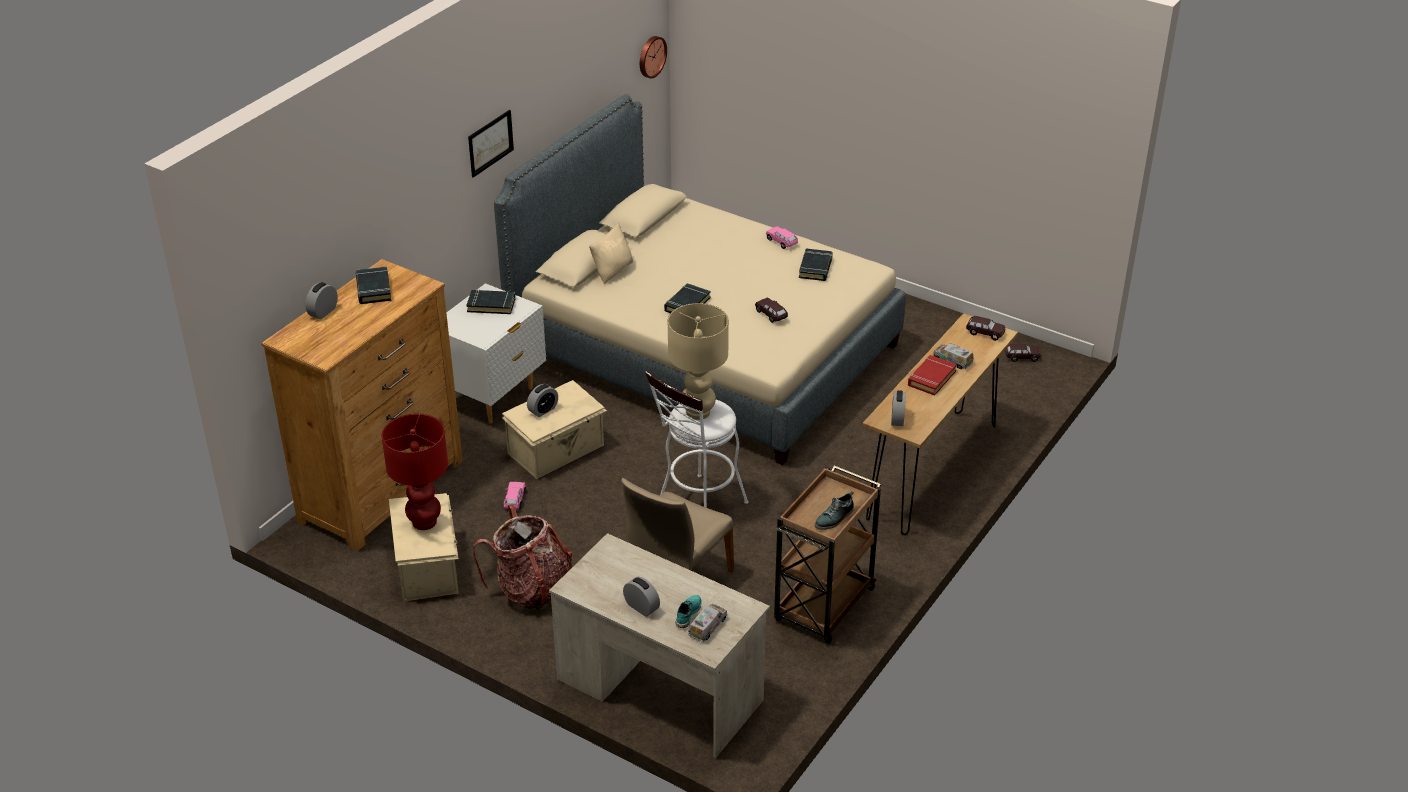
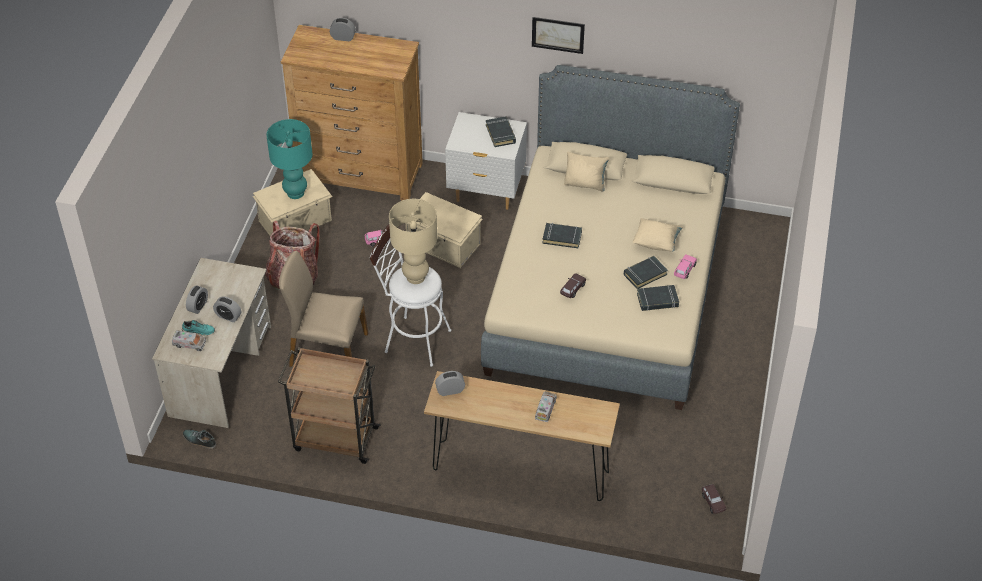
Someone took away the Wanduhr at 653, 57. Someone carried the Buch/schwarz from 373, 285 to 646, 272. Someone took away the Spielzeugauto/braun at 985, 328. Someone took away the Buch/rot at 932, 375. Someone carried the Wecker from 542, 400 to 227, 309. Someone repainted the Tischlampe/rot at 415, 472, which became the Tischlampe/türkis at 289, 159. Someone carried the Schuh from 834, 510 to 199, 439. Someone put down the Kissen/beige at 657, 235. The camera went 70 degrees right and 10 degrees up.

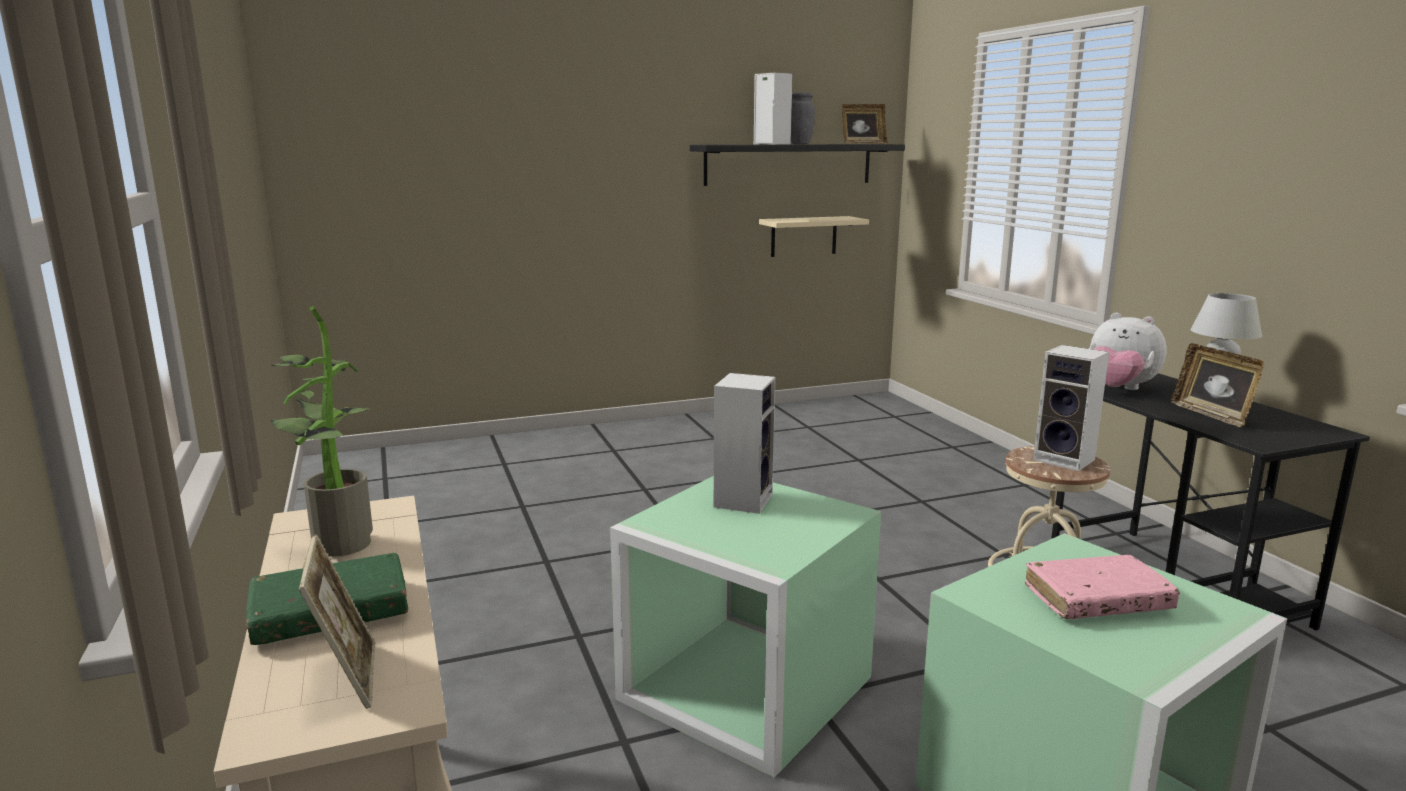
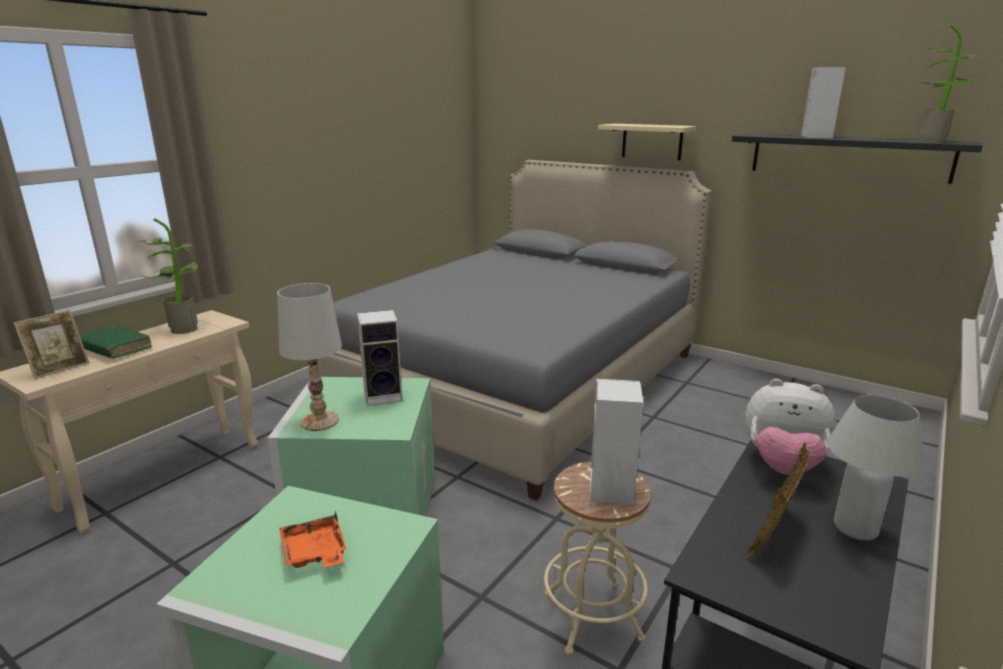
Someone took away the Vase/grau at 803, 118. Someone swapped the Bilderrahmen at 865, 124 for the Topfpflanze at 949, 83. Someone carried the Wandregal/beige from 814, 236 to 647, 142. Someone rotated the Plüschtier at 1128, 351 by 75 degrees counterclockwise. Someone swapped the Buch/rosa at 1102, 587 for the Tablett/orange at 312, 539. Someone put down the Bett/grau at 514, 330. Someone put down the Tischlampe/weiß at 309, 357. The camera went 55 degrees right and 5 degrees up.

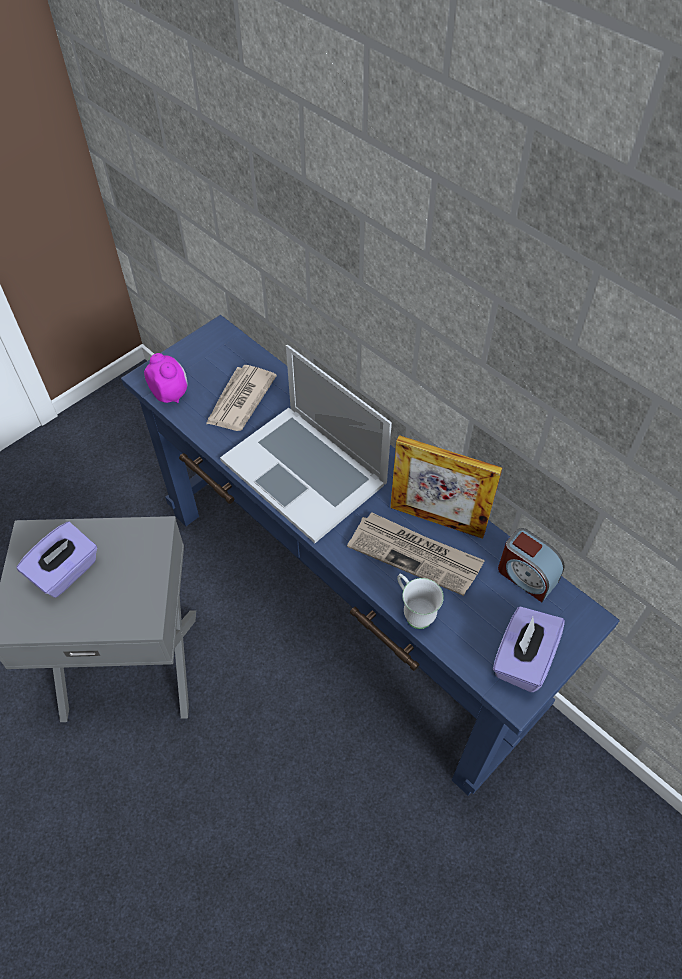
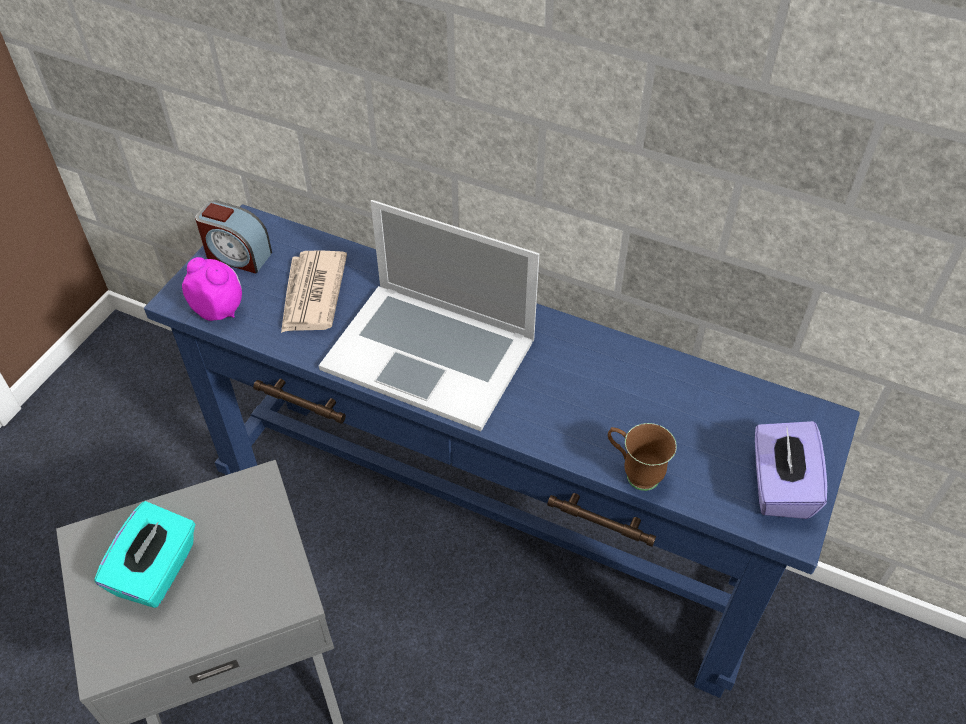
Someone took away the Bilderrahmen at 446, 487. Someone took away the Zeitung at 416, 554. Someone repainted the Taschentuchbox/lila at 57, 560, which became the Taschentuchbox/türkis at 144, 554. Someone carried the Wecker from 531, 565 to 233, 237. Someone repainted the Henkelbecher/weiß at 420, 601, which became the Henkelbecher/braun at 642, 457. The camera went 20 degrees left and 5 degrees down.

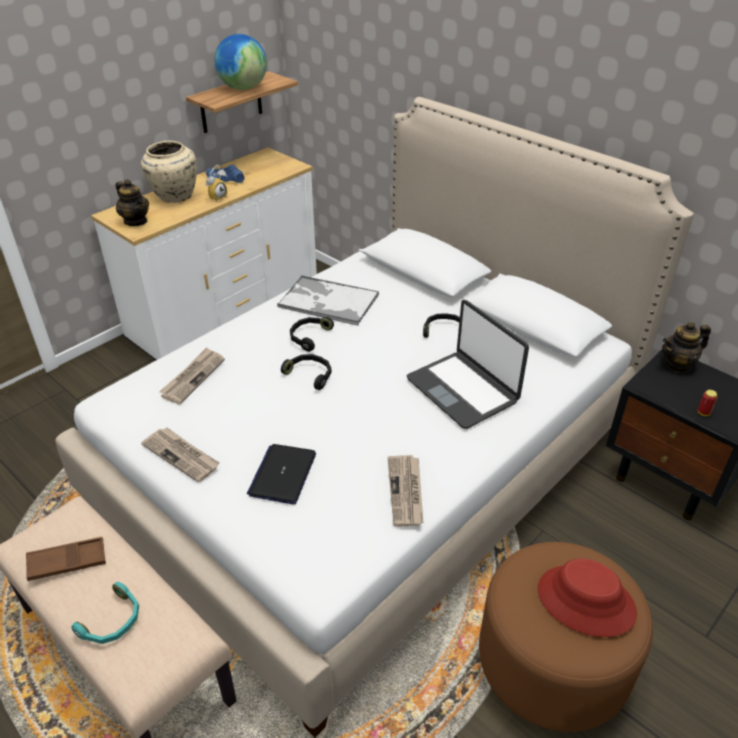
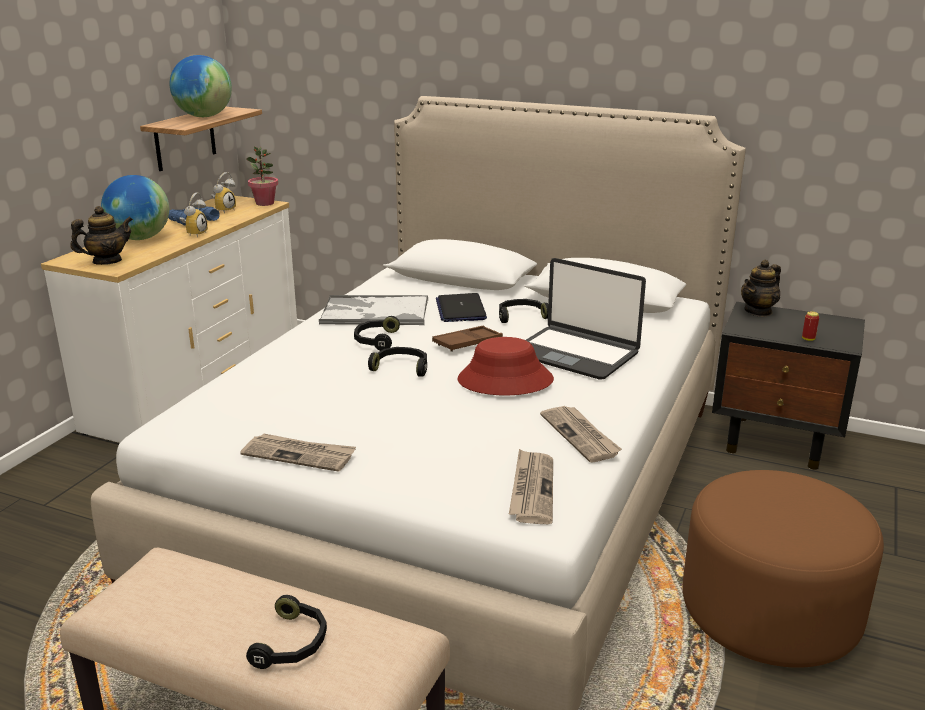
Someone swapped the Vase/beige at 169, 172 for the Globus at 135, 207. Someone rotated the Teekanne at 132, 202 by 60 degrees counterclockwise. Someone carried the Zeitung from 192, 375 to 531, 486. Someone carried the Laptop from 281, 474 to 461, 307. Someone carried the Tablett/braun from 66, 559 to 467, 339. Someone carried the Hut/rot from 587, 598 to 505, 366. Someone repainted the Kopfhörer/türkis at 105, 613, which became the Kopfhörer/schwarz at 286, 632. Someone put down the Topfpflanze at 262, 176. Someone put down the Wecker at 223, 192. The camera went 20 degrees left and 15 degrees down.

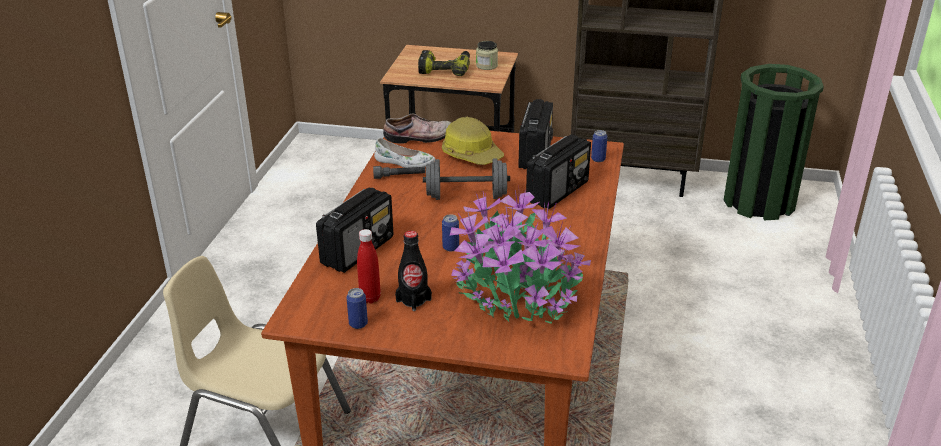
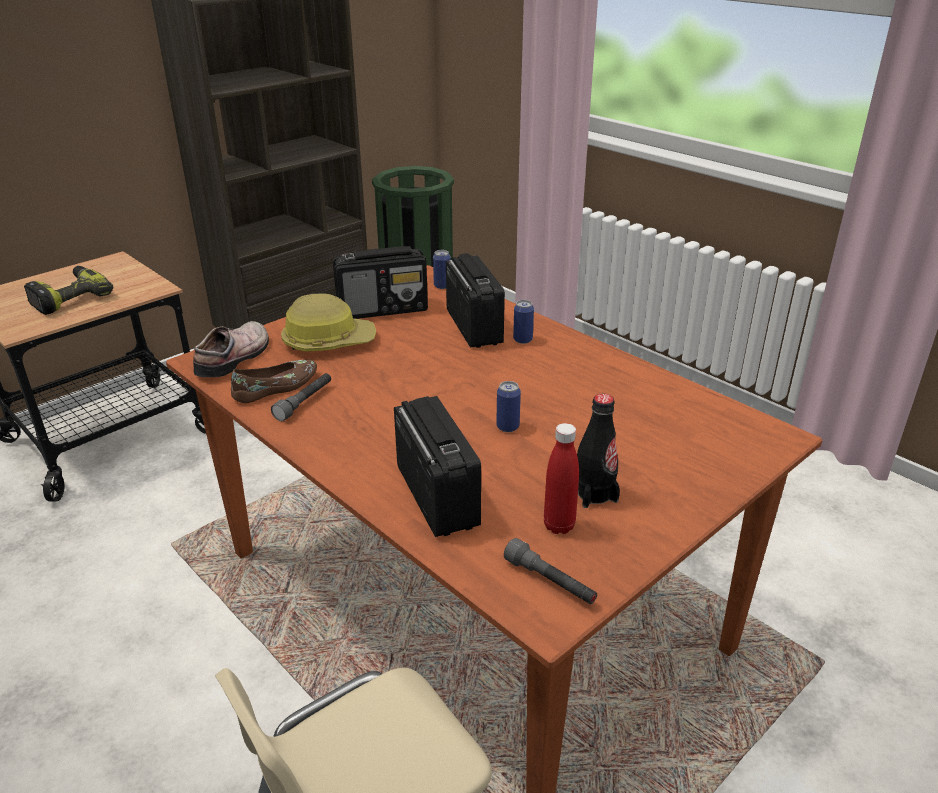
Someone took away the Vorratsglas at 487, 55. Someone rotated the Radio at 535, 134 by 120 degrees clockwise. Someone repainted the Schuh/weiß at 404, 153, which became the Schuh/braun at 274, 381. Someone took away the Hantel/grau at 466, 179. Someone took away the Topfpflanze at 520, 256. Someone carried the Dose from 357, 308 to 523, 322. Someone put down the Taschenlampe/grau at 550, 571. The camera went 55 degrees left and 0 degrees up.

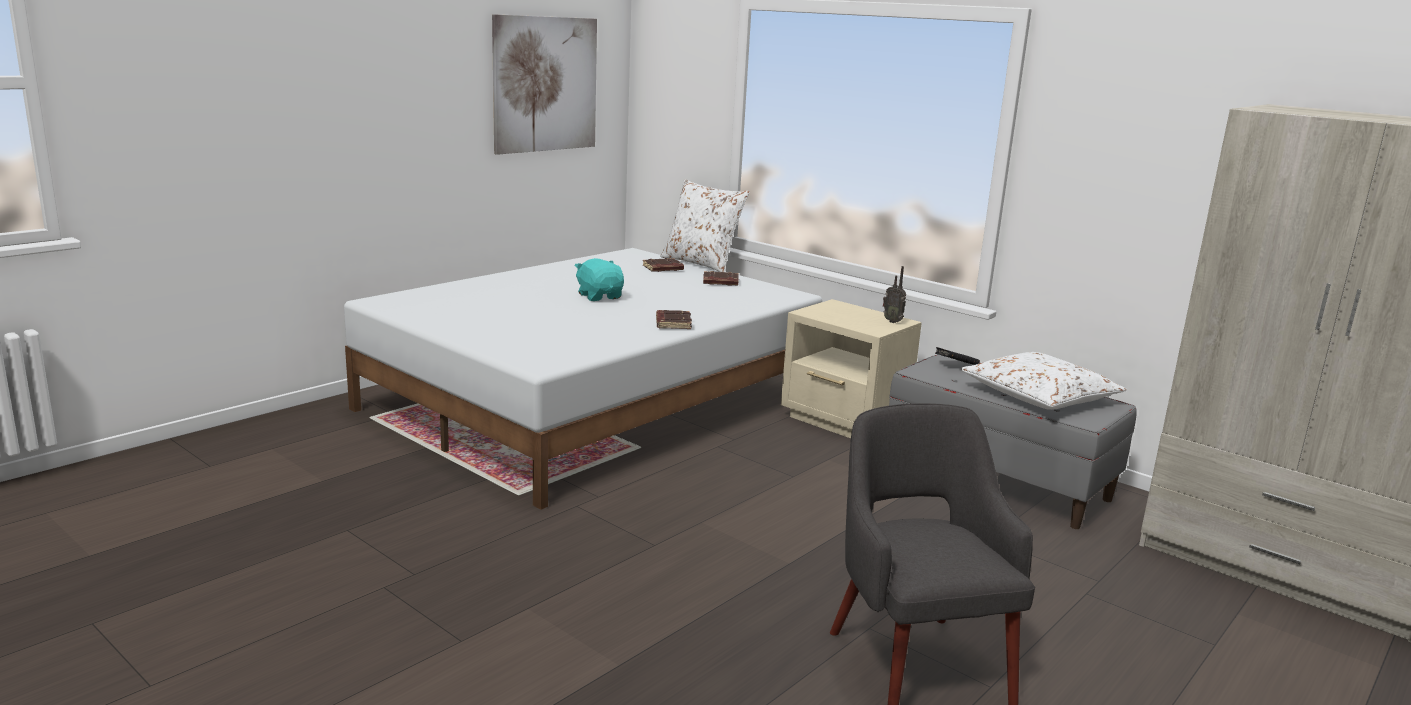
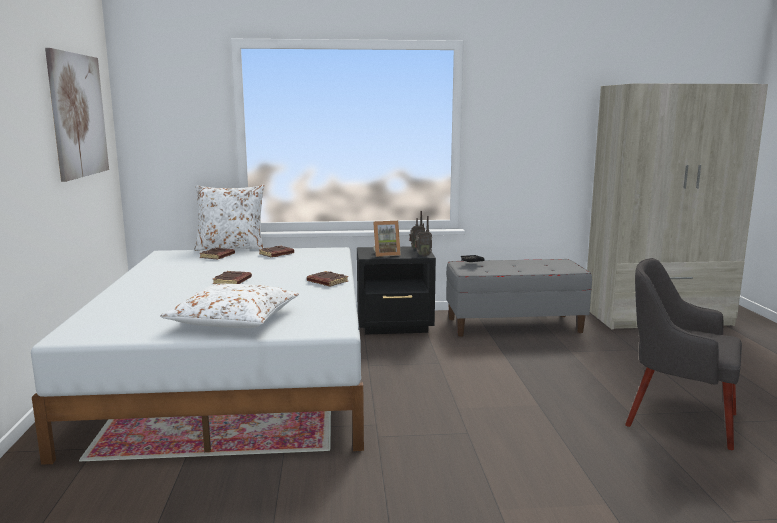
Someone swapped the Plüschtier/türkis at 599, 279 for the Buch/braun at 232, 277. Someone repainted the Nachttisch/beige at 851, 368, which became the Nachttisch/schwarz at 396, 290. Someone carried the Kissen/weiß from 1043, 381 to 229, 306. Someone put down the Radio at 423, 236. Someone put down the Bilderrahmen at 387, 239. The camera went 45 degrees left and 5 degrees down.

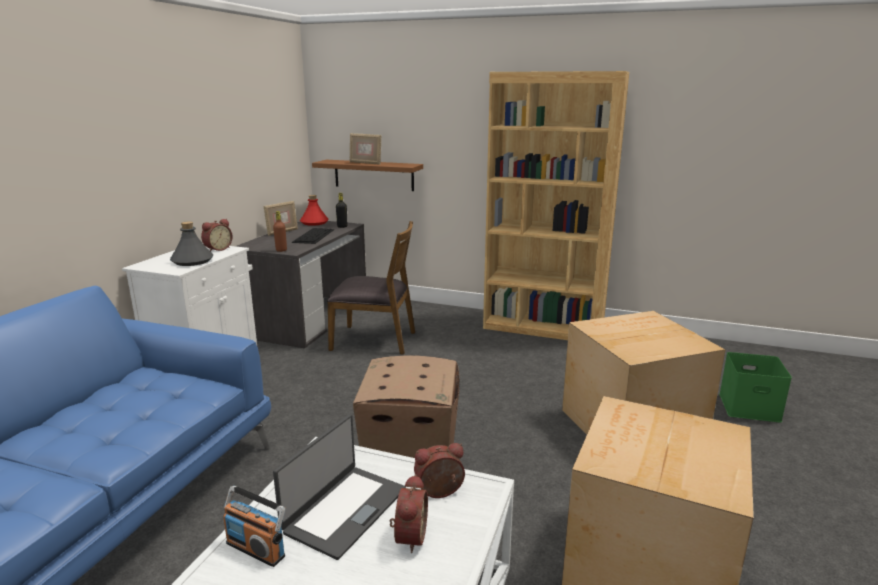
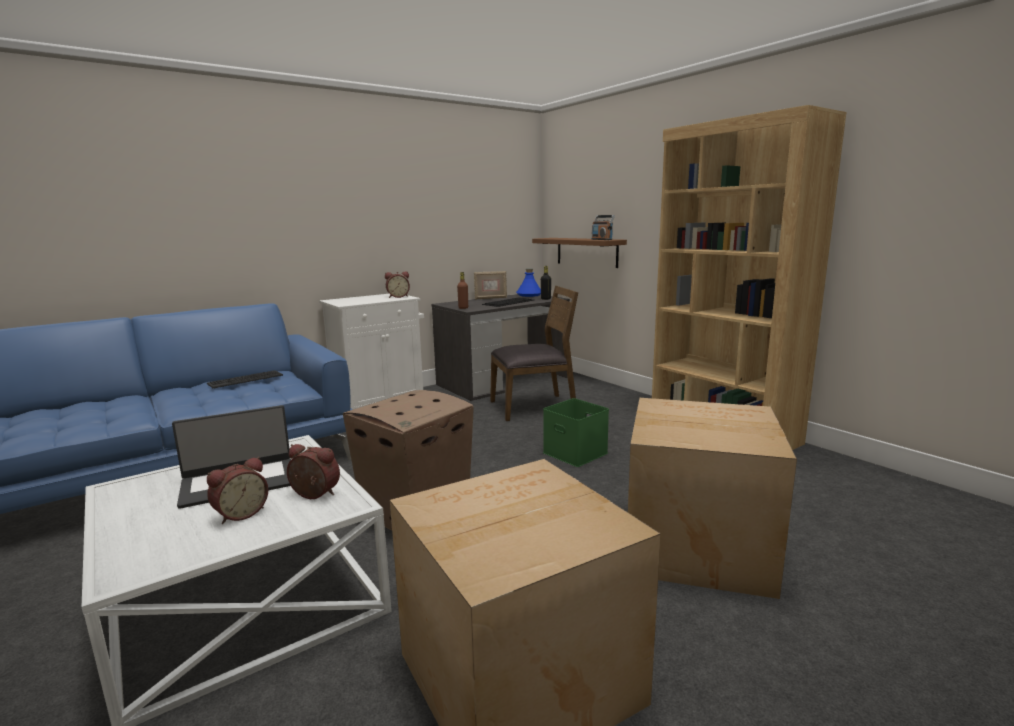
Someone took away the Bilderrahmen at 365, 149. Someone repainted the Flasche/rot at 314, 210, which became the Flasche/blau at 528, 283. Someone took away the Flasche/grau at 191, 243. Someone rotated the Stuhl/braun at 371, 288 by 60 degrees counterclockwise. Someone carried the Aufbewahrungsbox/grün from 755, 387 to 576, 432. Someone carried the Radio from 254, 526 to 603, 227. Someone put down the Tastatur at 245, 379. The camera went 35 degrees right and 5 degrees down.

